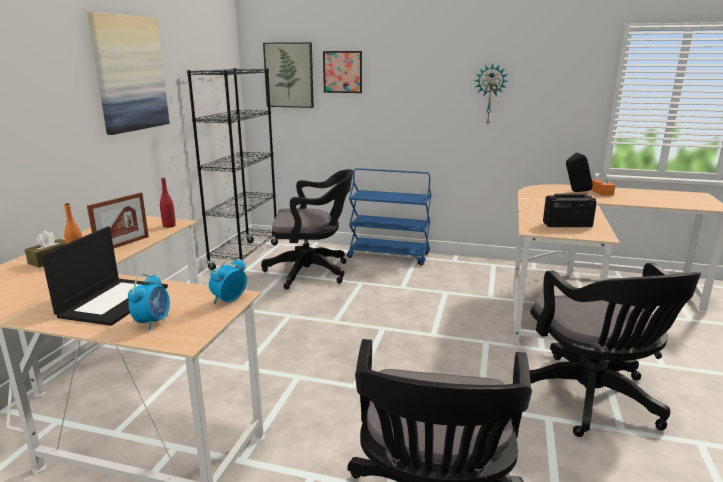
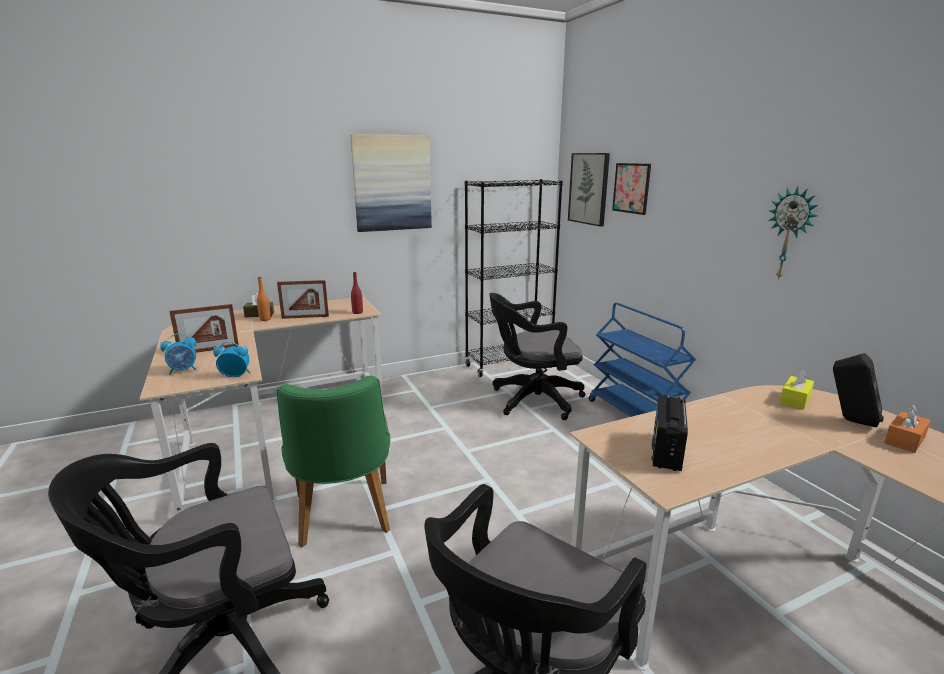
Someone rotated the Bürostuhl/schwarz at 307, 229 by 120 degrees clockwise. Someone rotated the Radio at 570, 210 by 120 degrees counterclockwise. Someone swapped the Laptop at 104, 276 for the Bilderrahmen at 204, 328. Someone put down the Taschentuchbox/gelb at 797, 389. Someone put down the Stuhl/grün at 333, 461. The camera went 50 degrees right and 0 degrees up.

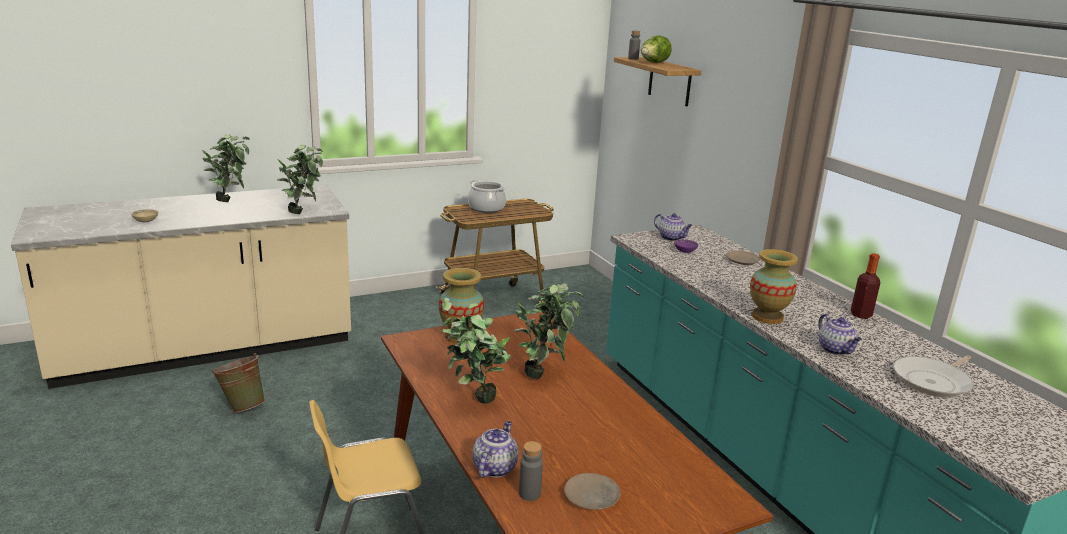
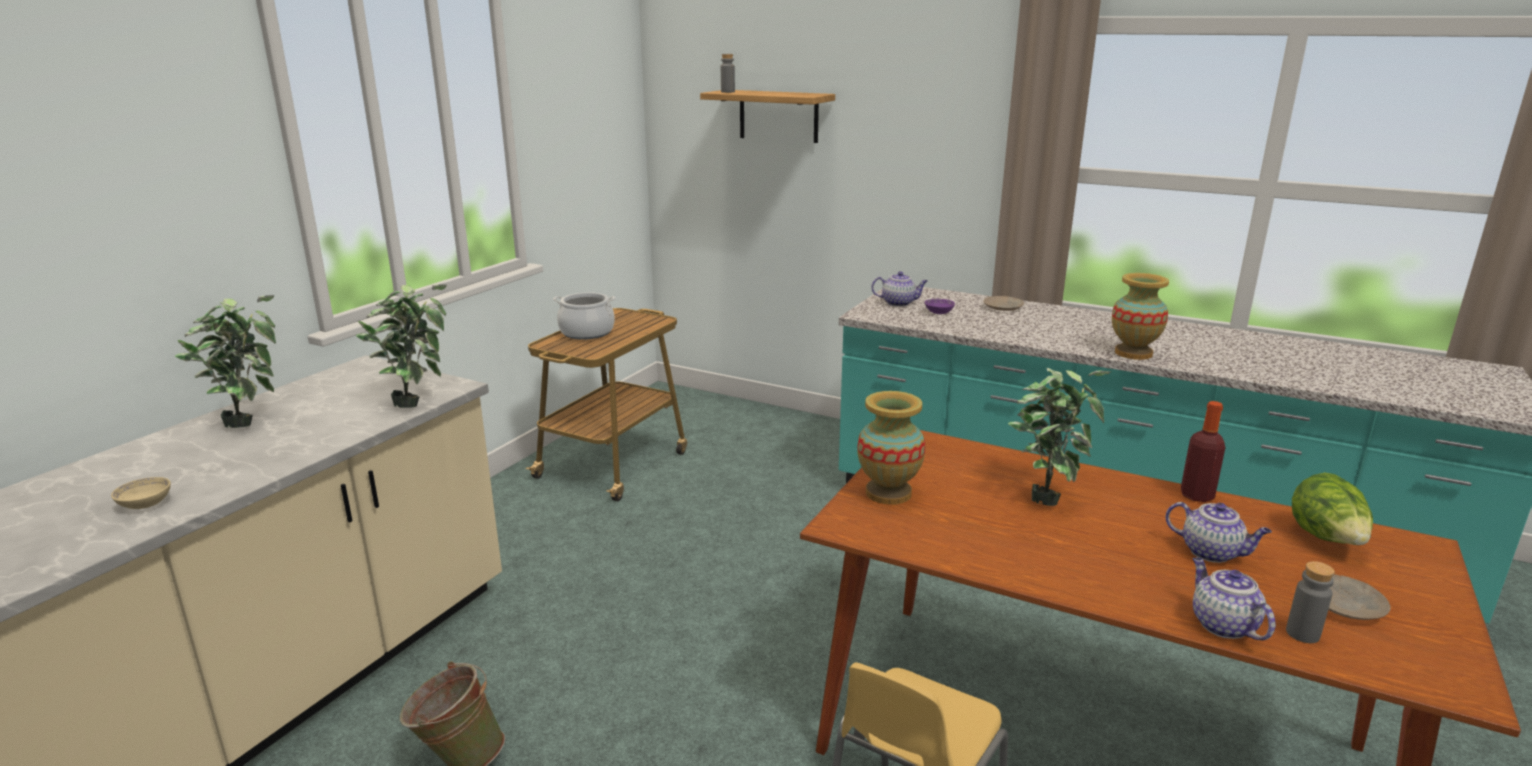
Someone carried the Salatkopf from 656, 49 to 1332, 509. Someone carried the Flasche from 865, 286 to 1203, 451. Someone took away the Topfpflanze at 476, 351. Someone carried the Teekanne from 840, 334 to 1218, 532. Someone took away the Pfanne at 933, 376. The camera went 35 degrees left and 0 degrees up.

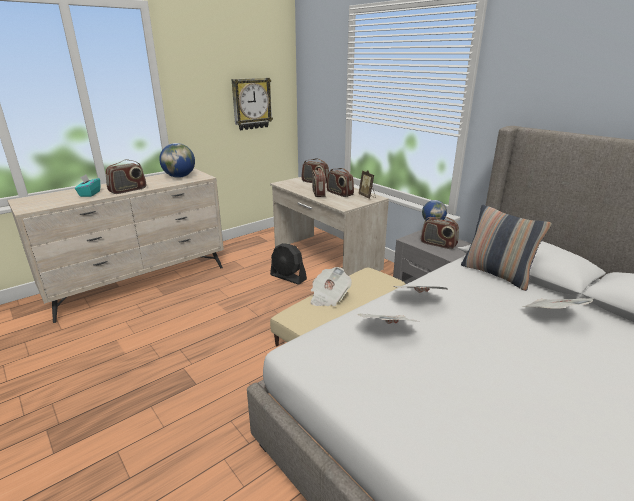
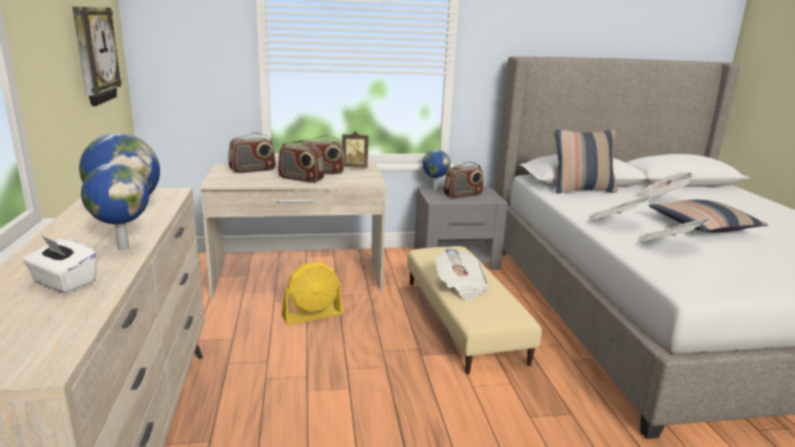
Someone swapped the Radio at 126, 176 for the Globus at 115, 206. Someone repainted the Taschentuchbox/türkis at 87, 185, which became the Taschentuchbox/weiß at 60, 264. Someone repainted the Ventilator/schwarz at 288, 264, which became the Ventilator/gelb at 312, 293. Someone put down the Kissen at 708, 216. The camera went 60 degrees left and 5 degrees down.

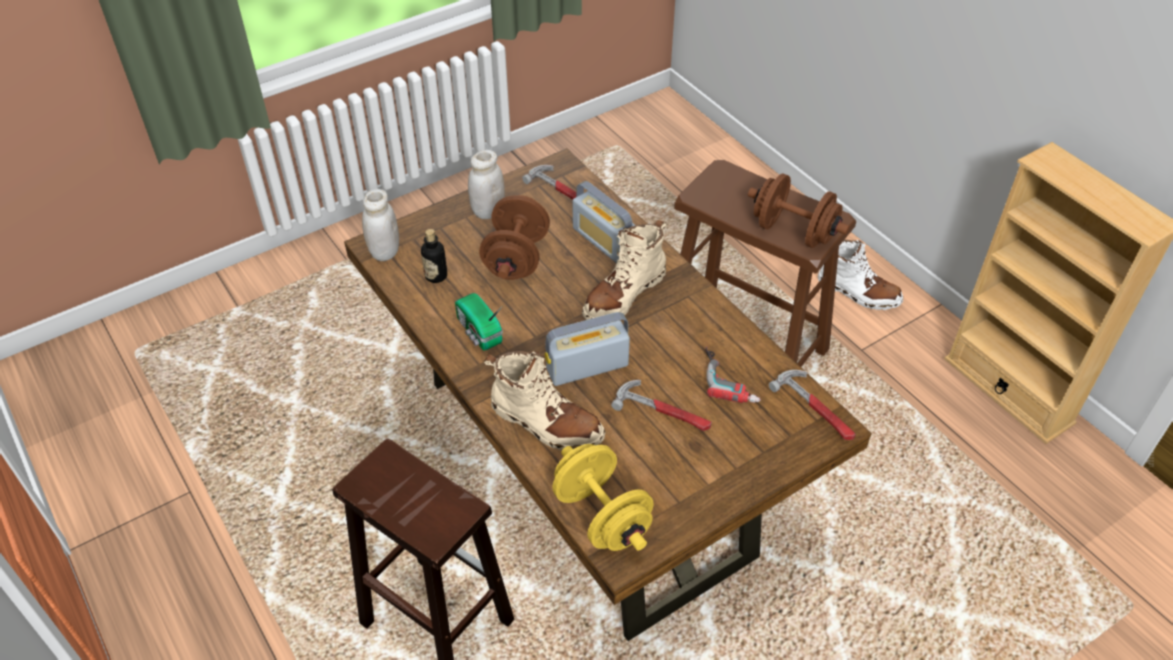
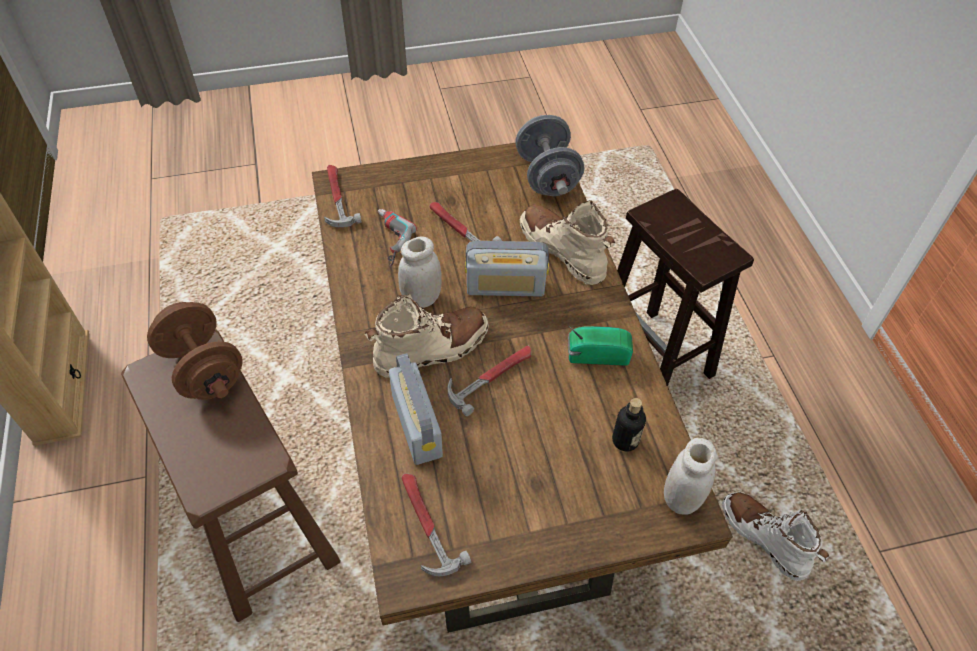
Someone carried the Vorratsglas/weiß from 486, 184 to 419, 272. Someone took away the Hantel/braun at 514, 237. Someone carried the Stiefel/weiß from 860, 275 to 775, 536. Someone rotated the Radio at 479, 322 by 75 degrees counterclockwise. Someone repainted the Hantel/gelb at 602, 497, which became the Hantel/grau at 550, 155. Someone put down the Hammer at 489, 381. The camera went 160 degrees left and 5 degrees up.

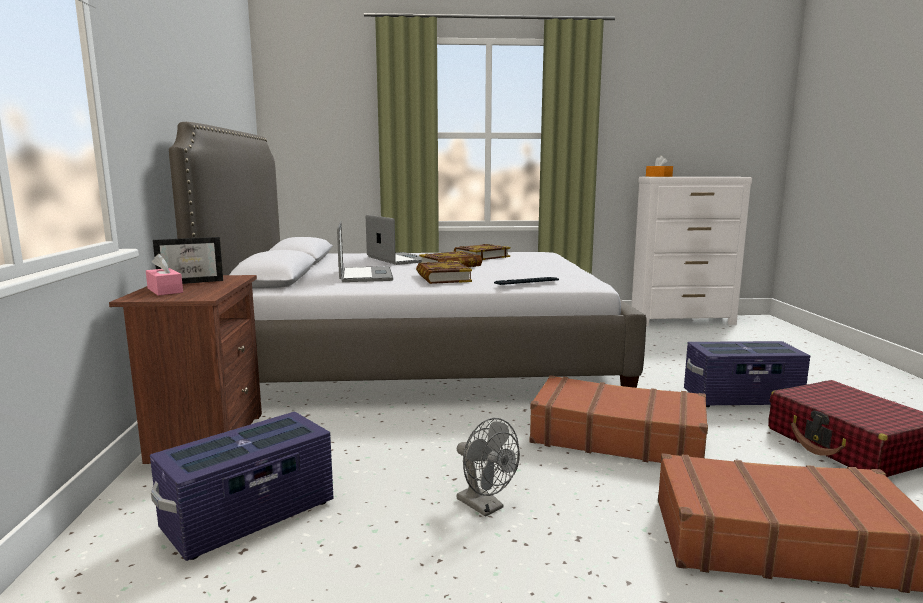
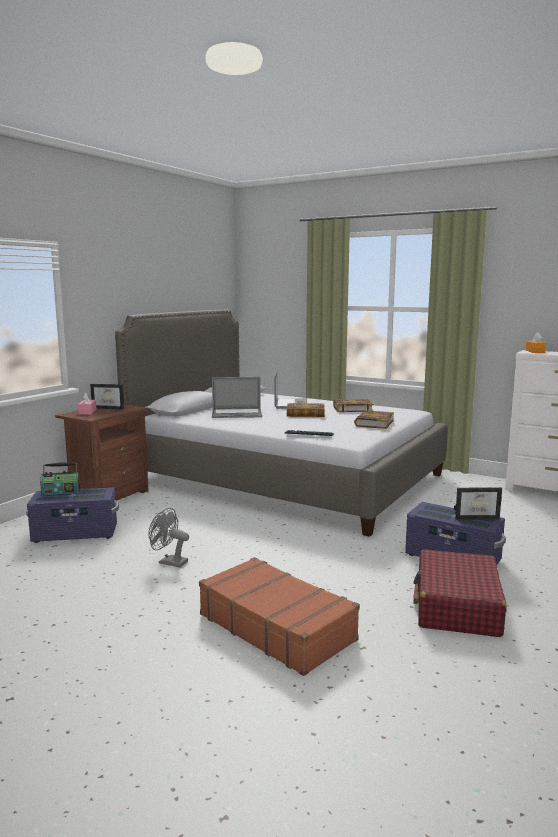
Someone rotated the Laptop at 365, 251 by 60 degrees clockwise. Someone carried the Buch from 444, 272 to 374, 419. Someone took away the Koffer/braun at 618, 419. Someone rotated the Ventilator/grau at 488, 467 by 120 degrees clockwise. Someone put down the Radio at 60, 479. Someone put down the Bilderrahmen at 478, 503. The camera went 35 degrees right and 0 degrees up.

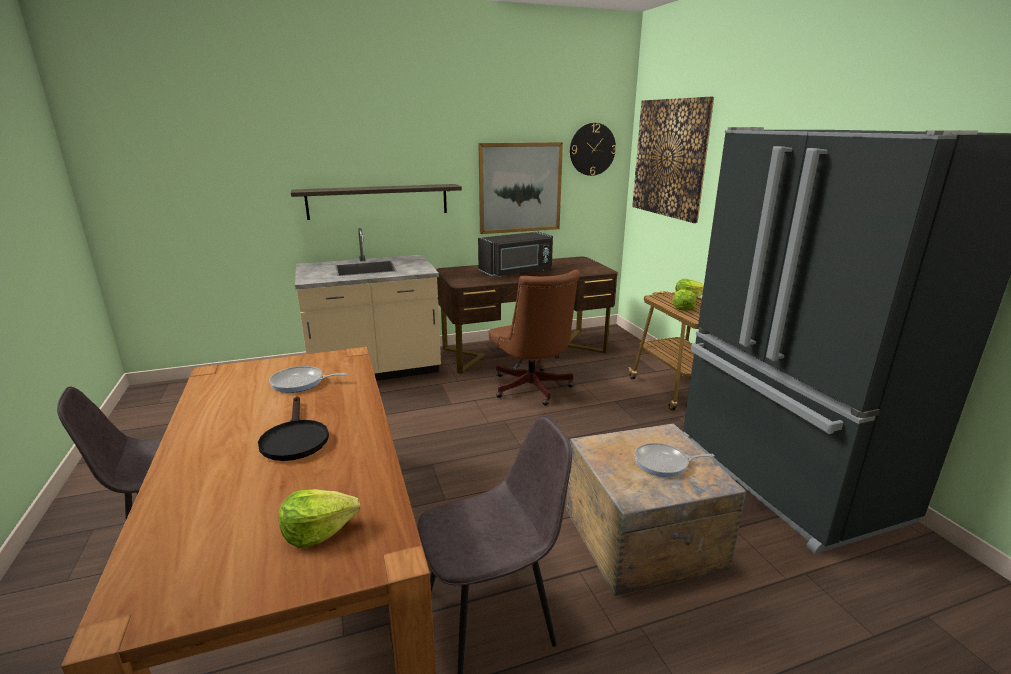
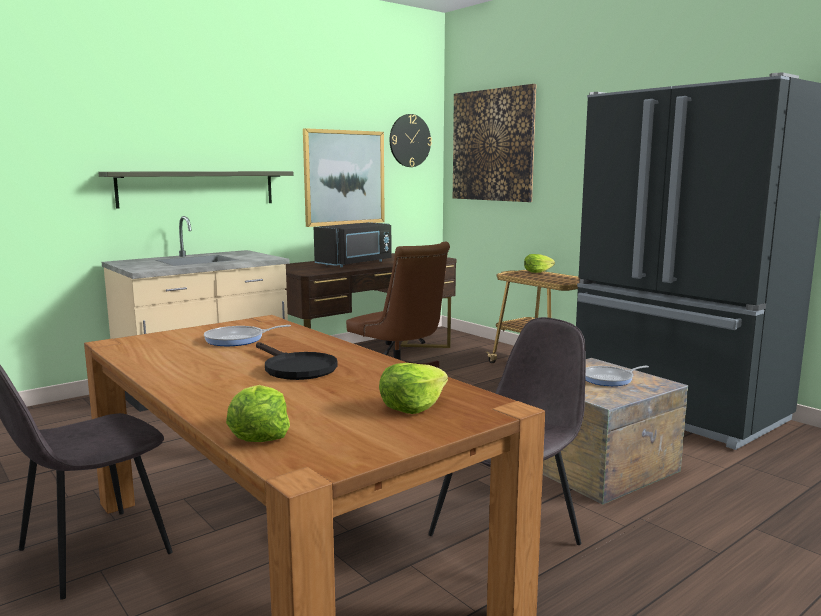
Someone carried the Salatkopf from 684, 300 to 258, 413. The camera went 20 degrees left and 10 degrees down.

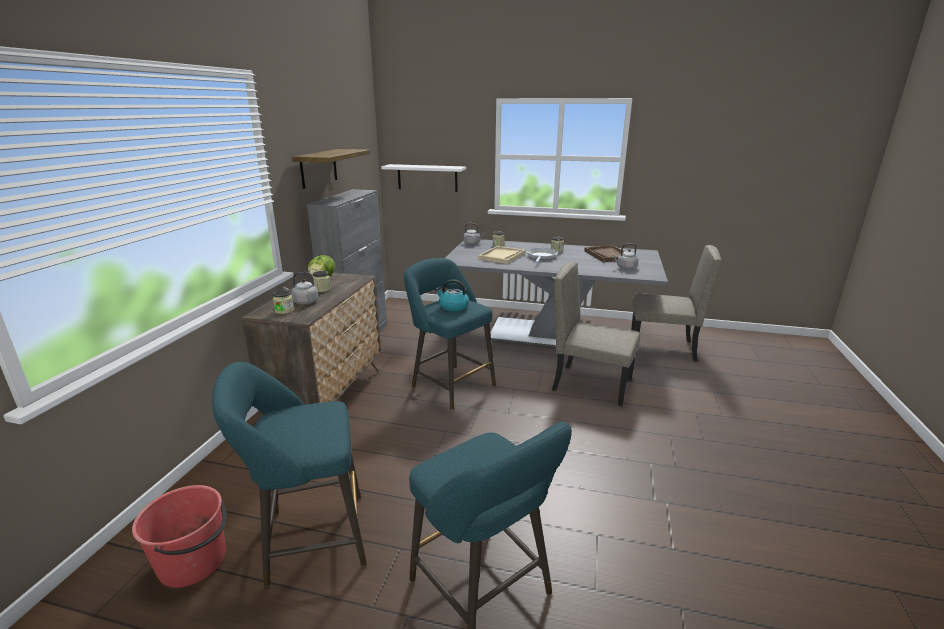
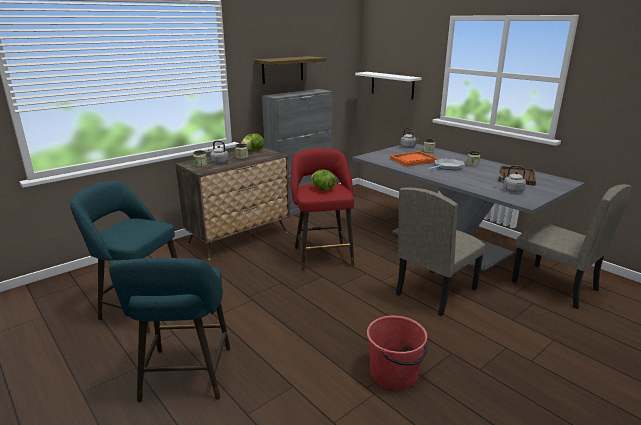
Someone repainted the Tablett/beige at 501, 255, which became the Tablett/orange at 414, 159. Someone repainted the Hocker/türkis at 450, 334, which became the Hocker/rot at 322, 209. Someone rotated the Stuhl/beige at 596, 333 by 105 degrees counterclockwise. Someone swapped the Wasserkessel at 452, 295 for the Salatkopf at 324, 180. Someone carried the Eimer/rot from 179, 536 to 397, 353. The camera went 35 degrees right and 0 degrees up.

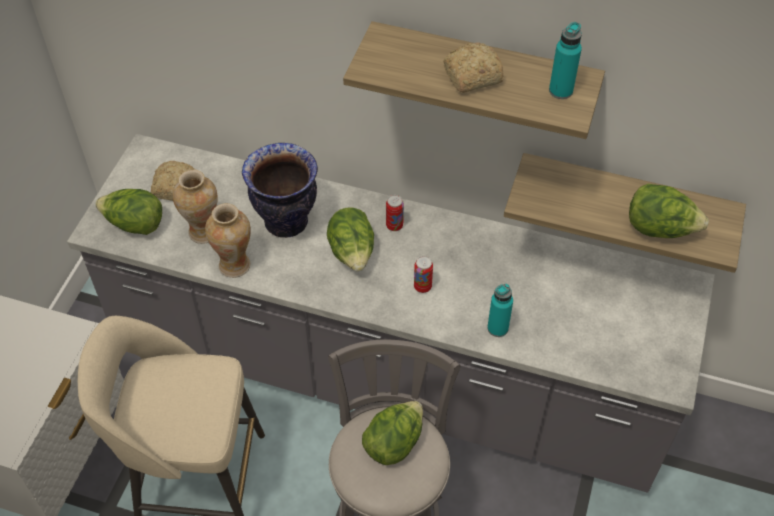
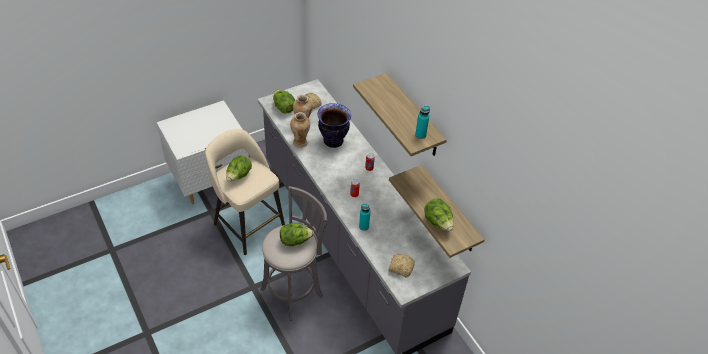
Someone carried the Brot from 473, 67 to 402, 266. Someone carried the Salatkopf from 350, 239 to 239, 168. The camera went 40 degrees right and 5 degrees down.

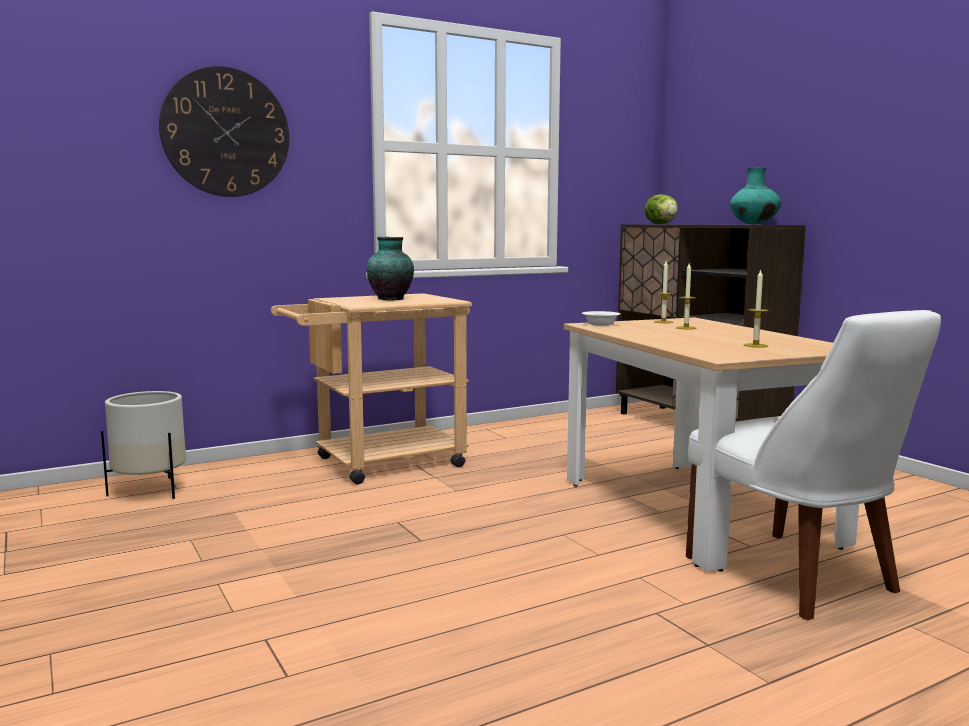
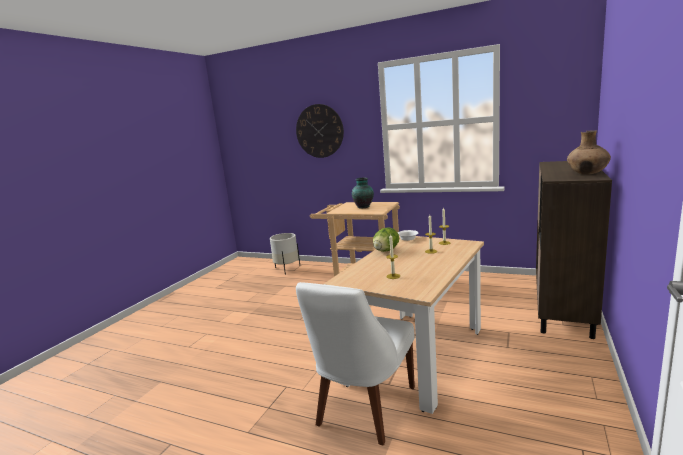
Someone repainted the Vase/türkis at 755, 196, which became the Vase/braun at 589, 152. Someone carried the Salatkopf from 661, 209 to 386, 240. The camera went 55 degrees right and 5 degrees up.

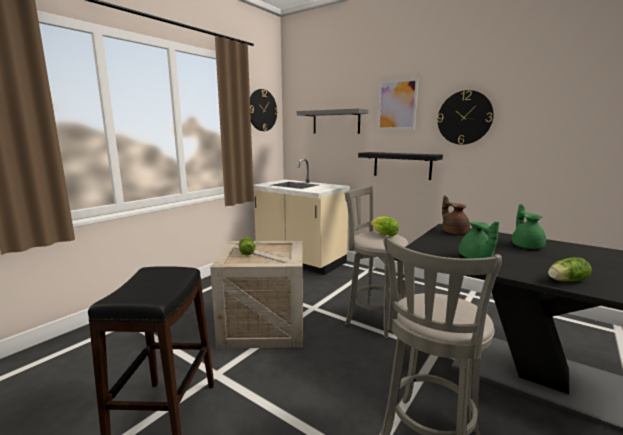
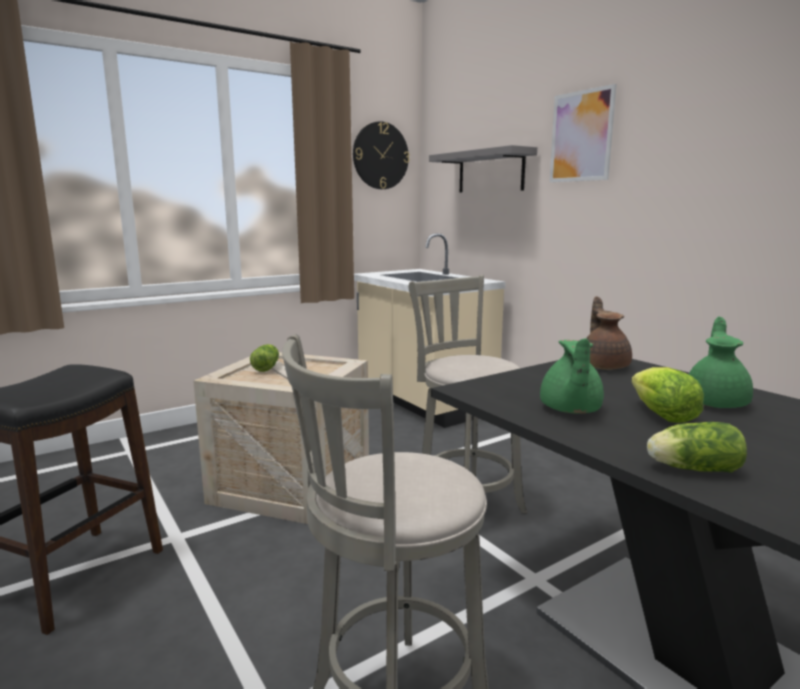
Someone took away the Wanduhr at 465, 117. Someone took away the Wandregal/schwarz at 400, 166. Someone carried the Salatkopf from 384, 226 to 667, 395. The camera went 20 degrees right and 0 degrees up.

